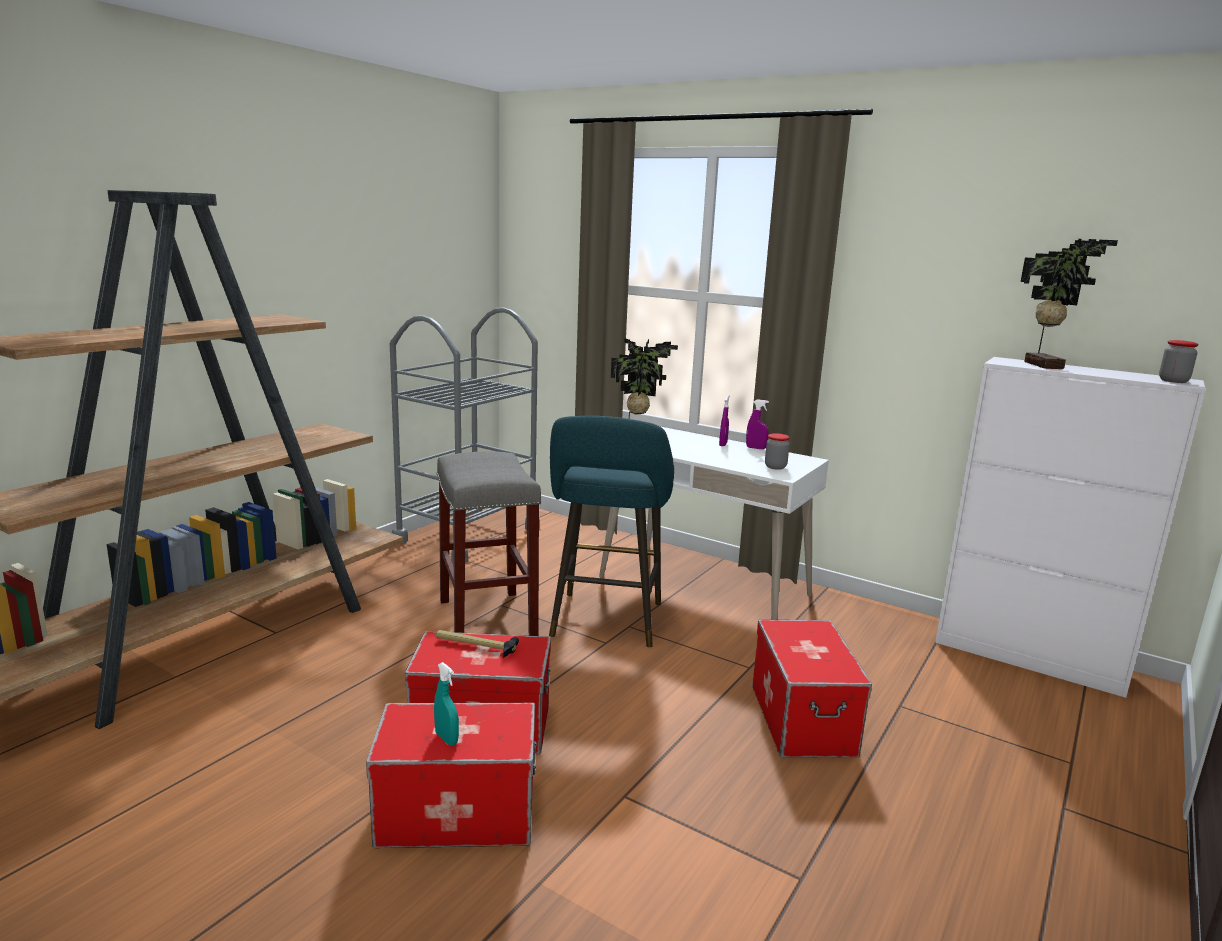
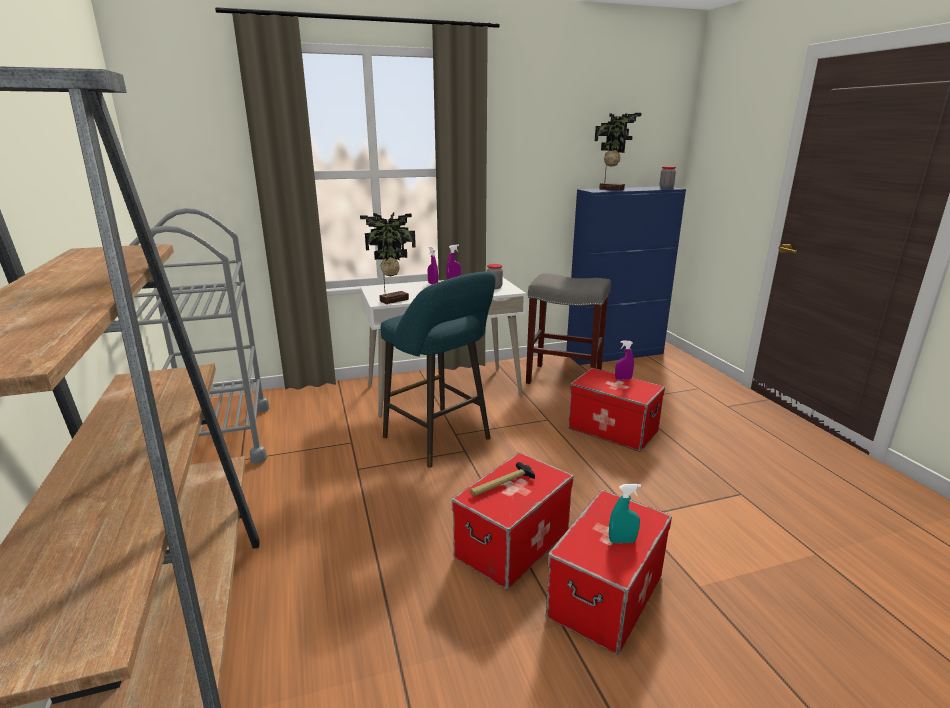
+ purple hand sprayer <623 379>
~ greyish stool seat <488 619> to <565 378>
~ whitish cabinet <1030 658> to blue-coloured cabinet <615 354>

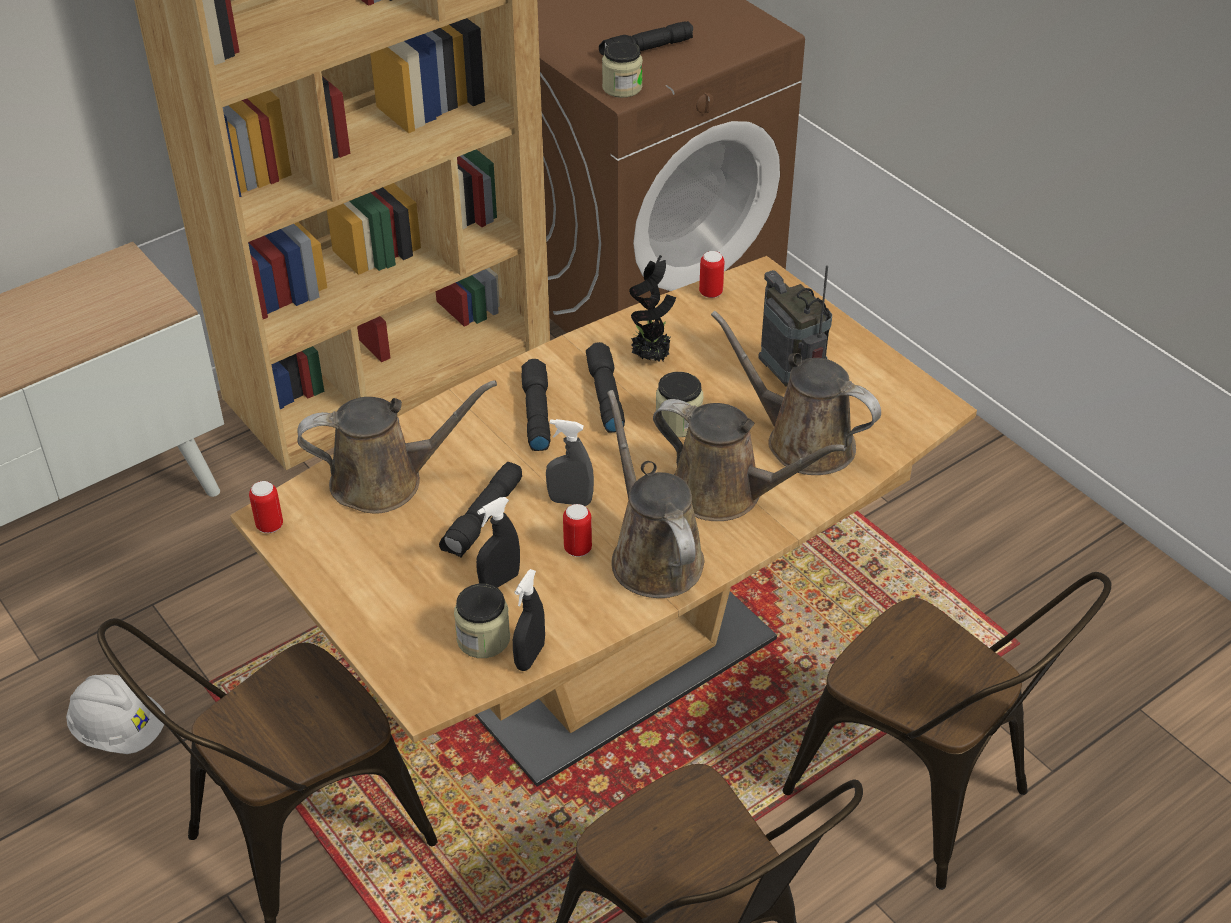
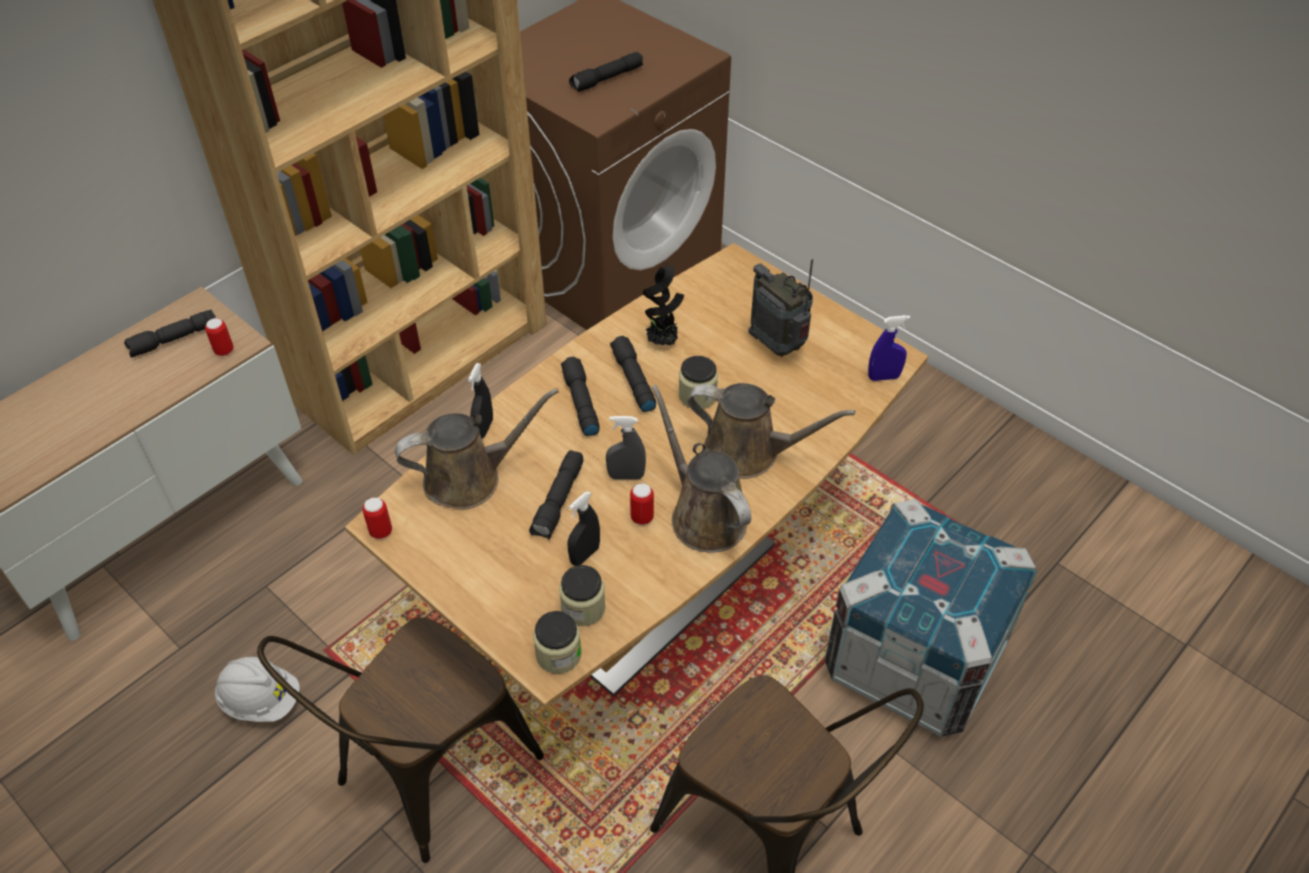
- brownish watering pot <802 441>
+ blackish hand torch <173 340>
+ blue-coloured hand sprayer <884 377>
~ blackish hand sprayer <530 656> to <484 428>
~ preserve jar <622 87> to <558 654>
~ metal can <710 293> to <224 350>
~ brownish upright chair <924 798> to crate <914 659>

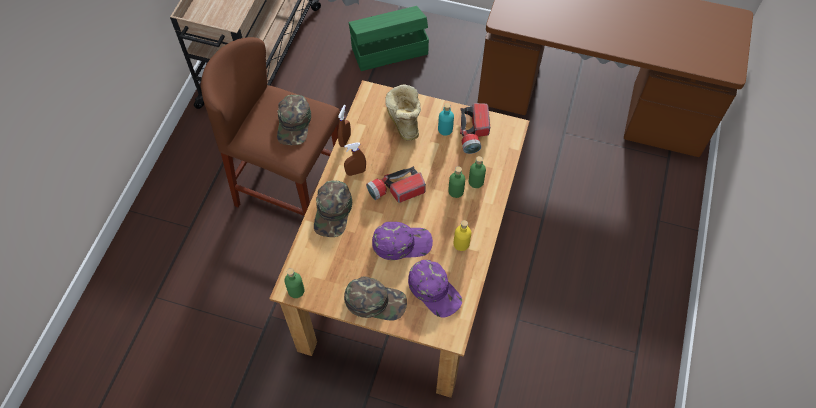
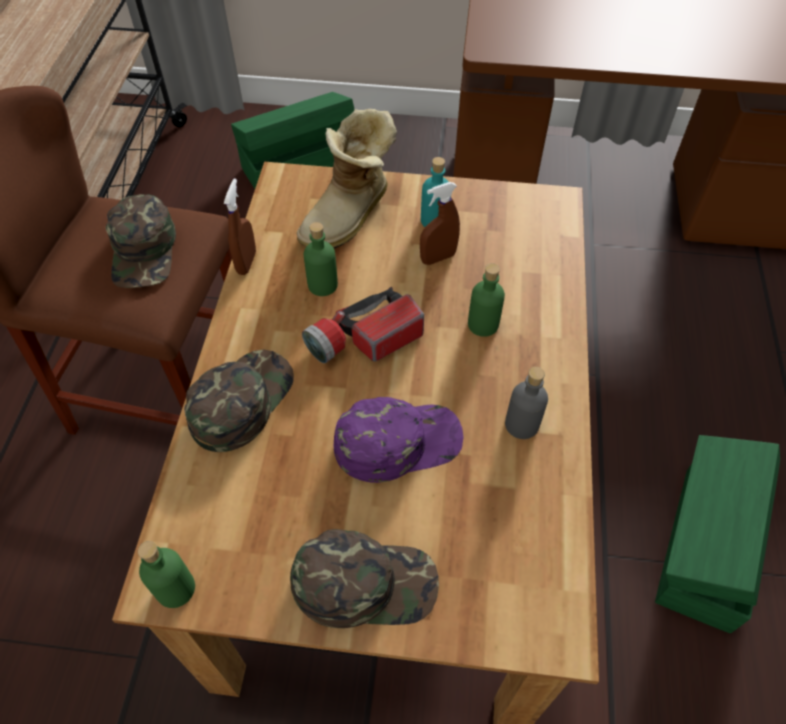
- purple baseball cap <434 290>
- hand torch <474 133>
+ green-coloured storage bin <704 547>
~ brownish hand sprayer <355 172> to <438 258>
~ green-coloured beverage bottle <476 181> to <322 285>
~ yellowish beverage bottle <461 244> to greyish beverage bottle <522 424>
~ green-coloured baseball cap <333 212> = <241 401> 150 degrees counterclockwise
~ tall boot <402 121> = <350 216> 120 degrees counterclockwise

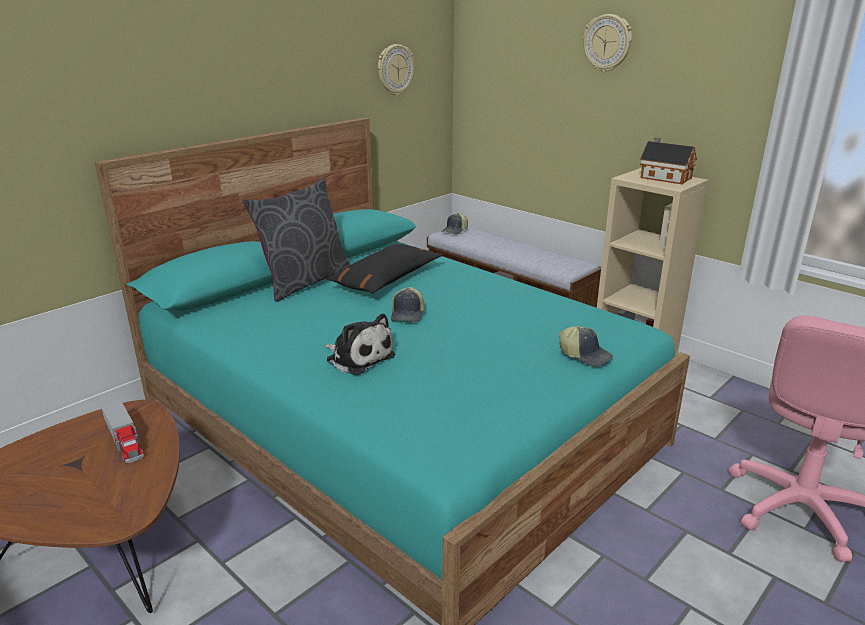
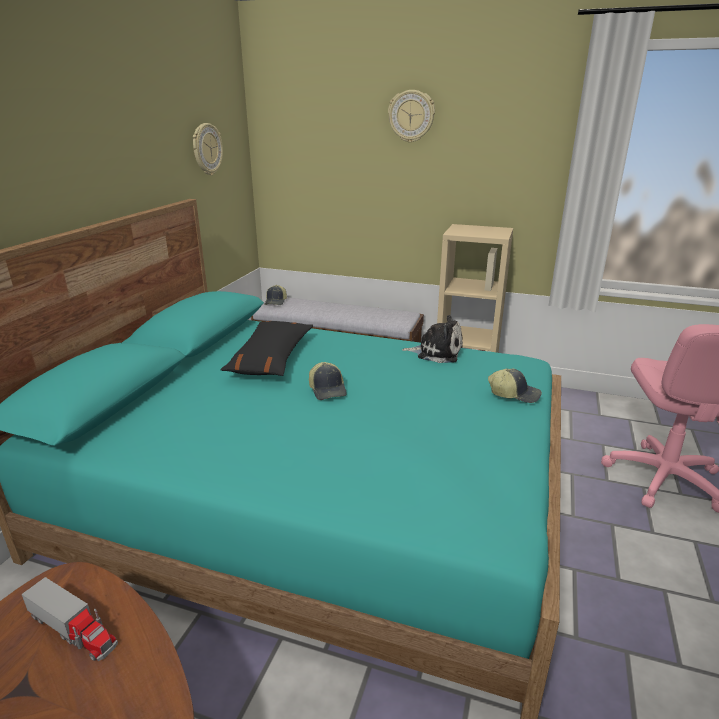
- greyish cushion <304 282>
- miniature house <664 177>
~ plush toy <358 357> to <436 352>

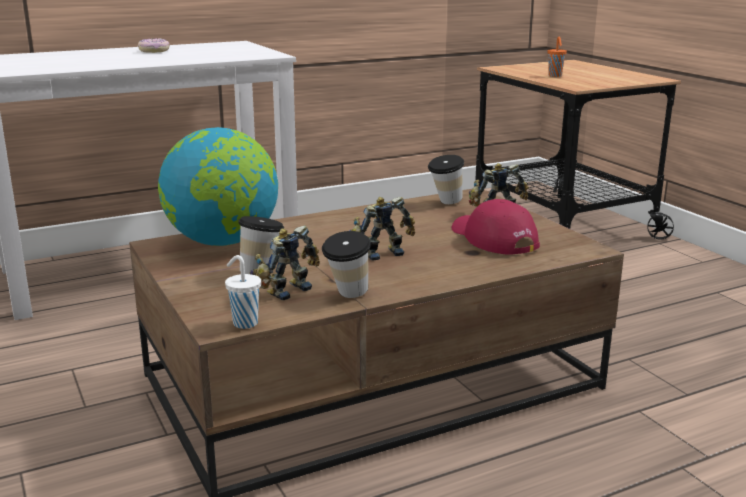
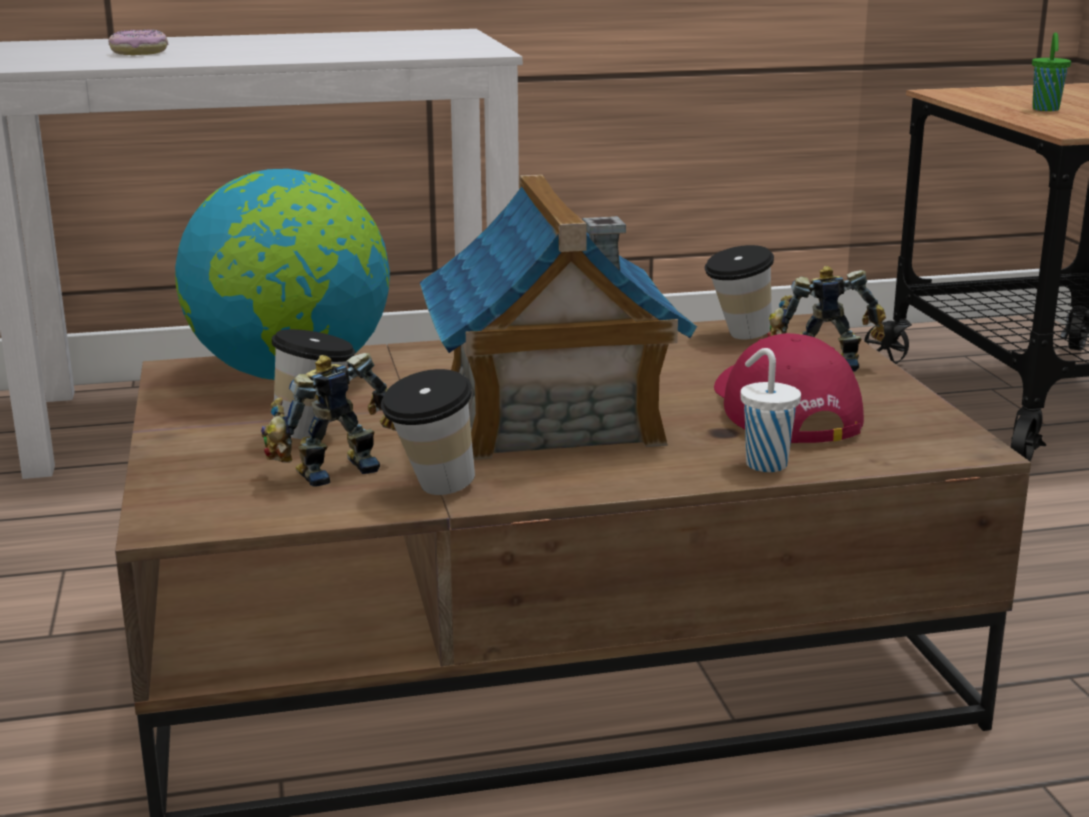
~ doughnut <154 51> to <140 52>
~ whitish small cup <244 323> to <764 464>
~ model robot <380 253> to miniature house <550 418>
~ orangey small cup <555 76> to green-coloured small cup <1045 110>

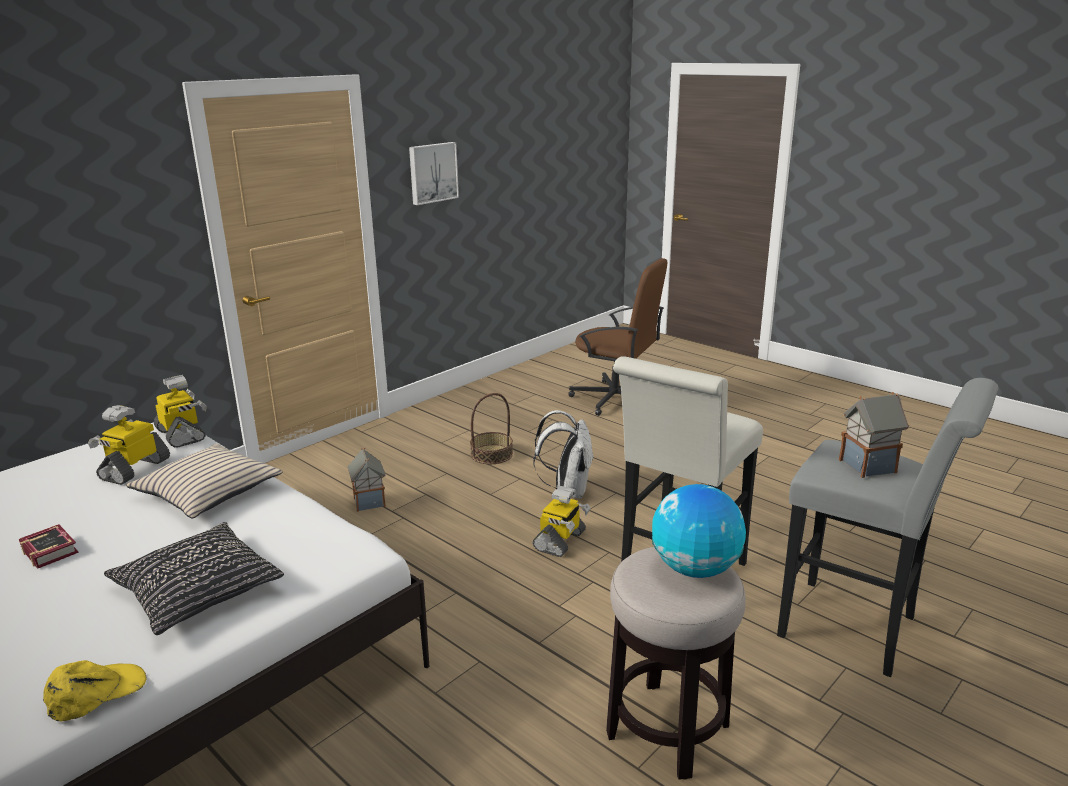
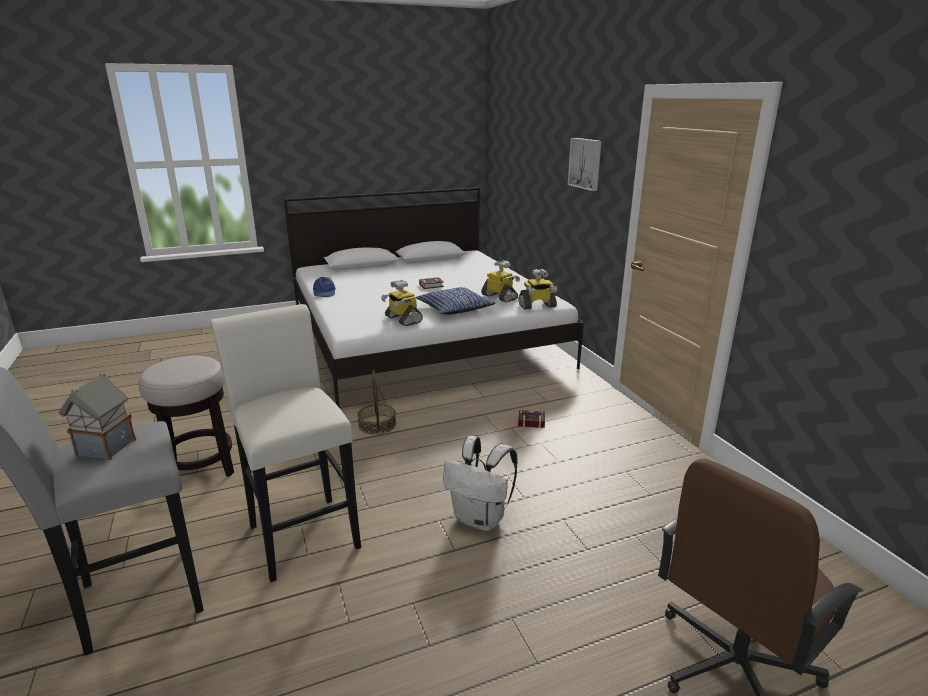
- blackish cushion <197 589>
- desk globe <694 569>
~ wall art <432 172> to <586 163>
~ storage basket <491 454> to <377 424>
~ model robot <560 541> to <402 319>
~ miniature house <369 503> to book <530 421>
~ yellowish baseball cap <96 693> to blue-coloured baseball cap <324 292>
~ beige-coloured cushion <208 492> to blue-coloured cushion <454 308>

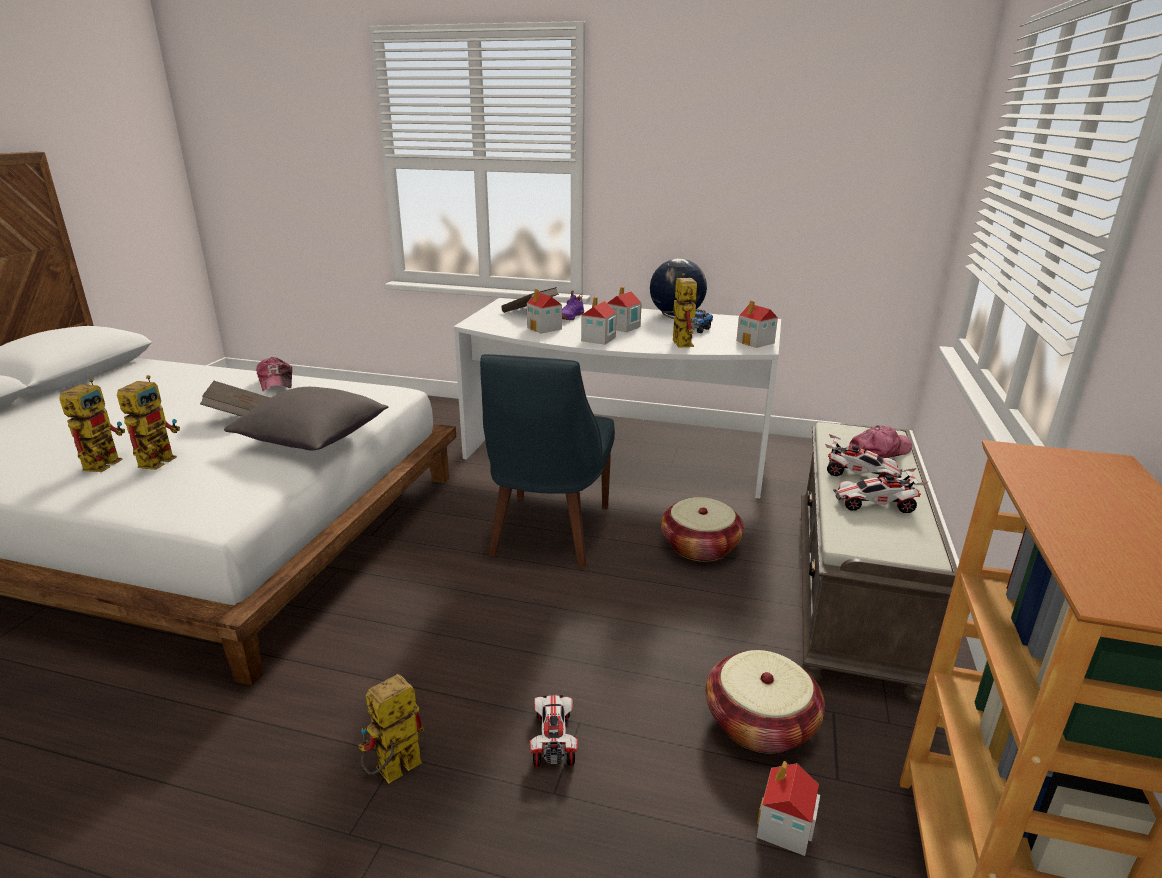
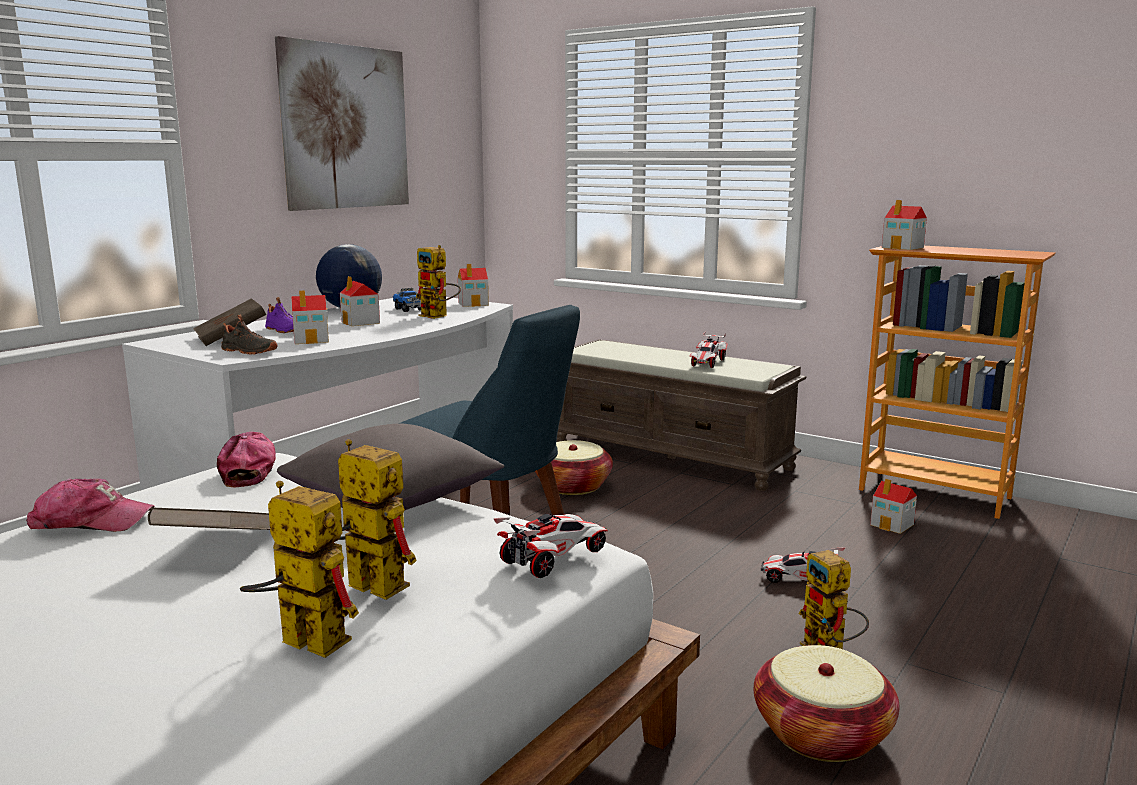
+ blackish low shoe <248 352>
+ wall art <345 127>
~ miniature house <598 339> to <903 248>
~ storage basket <759 723> to <821 733>
~ toy car <859 474> to <554 558>
~ baseball cap <878 453> to <249 470>
~ model robot <678 342> = <439 316> 150 degrees counterclockwise

